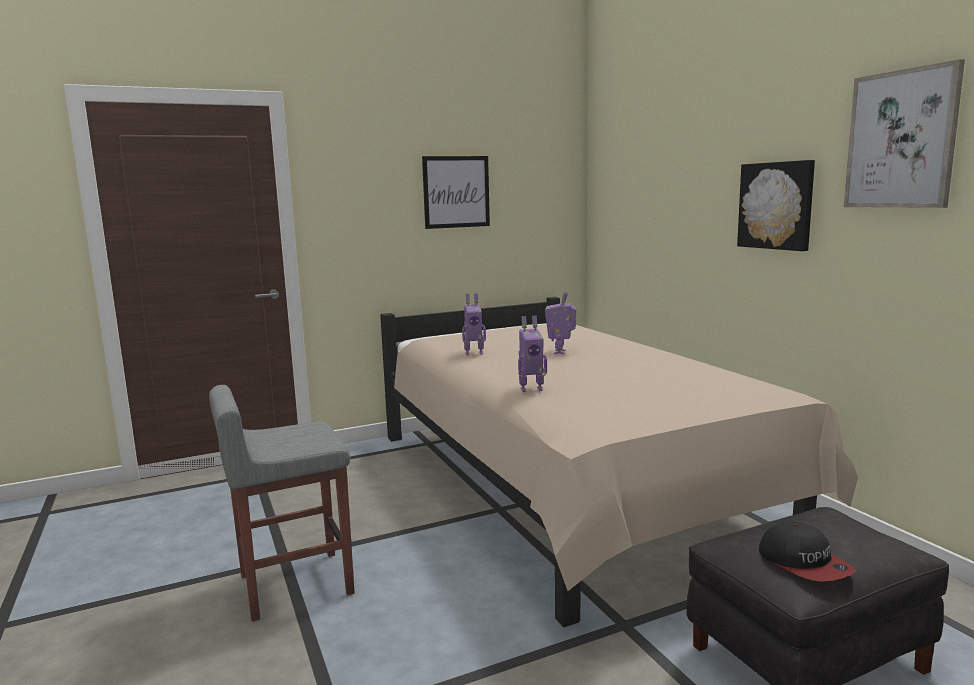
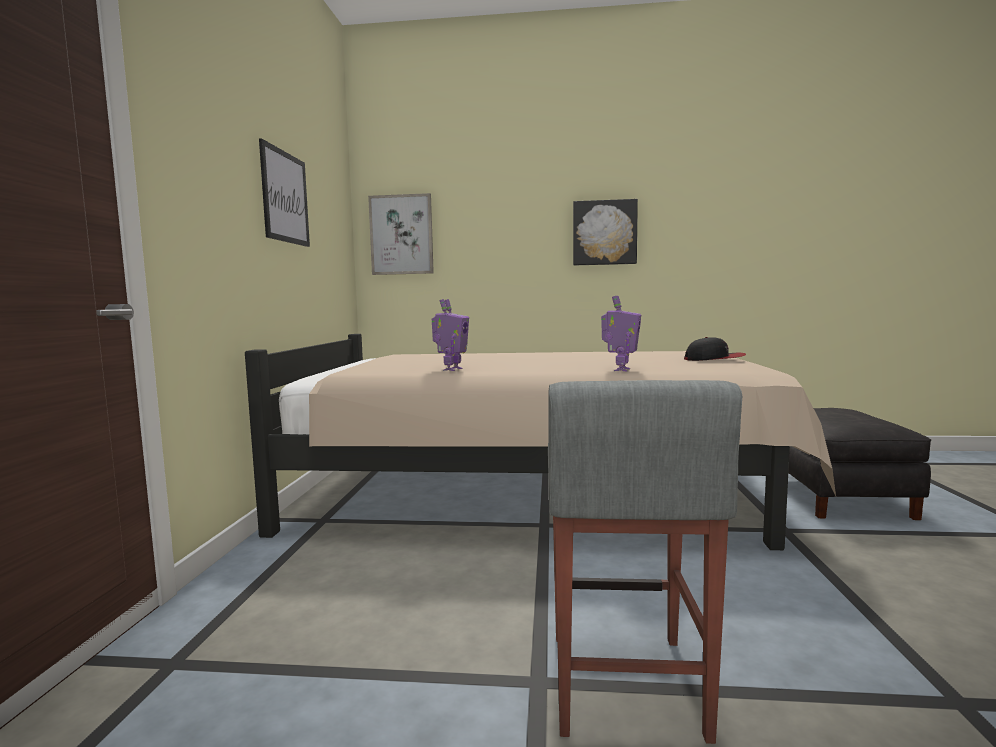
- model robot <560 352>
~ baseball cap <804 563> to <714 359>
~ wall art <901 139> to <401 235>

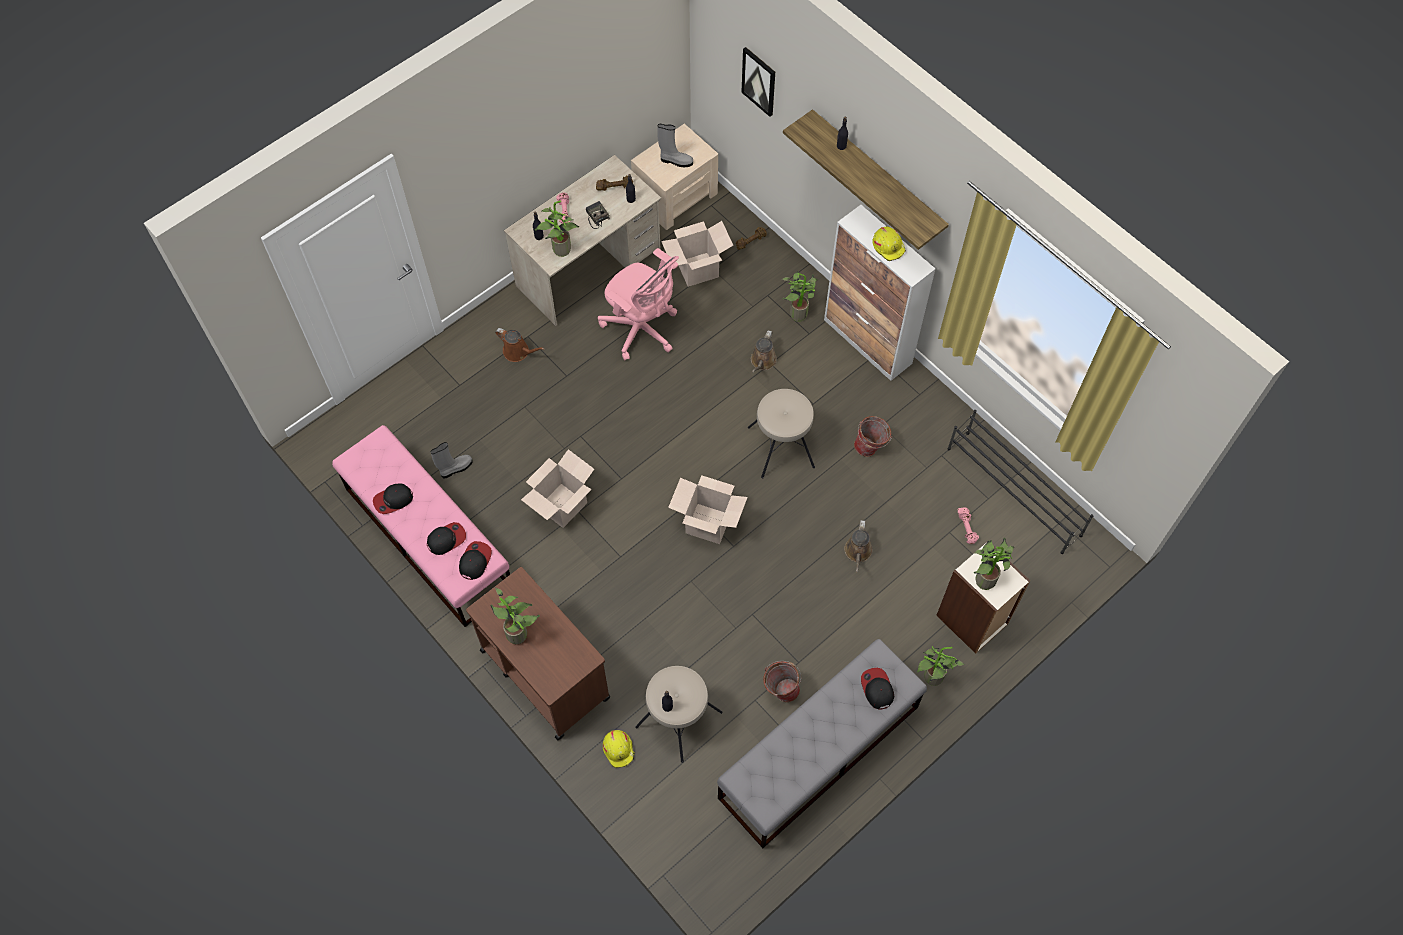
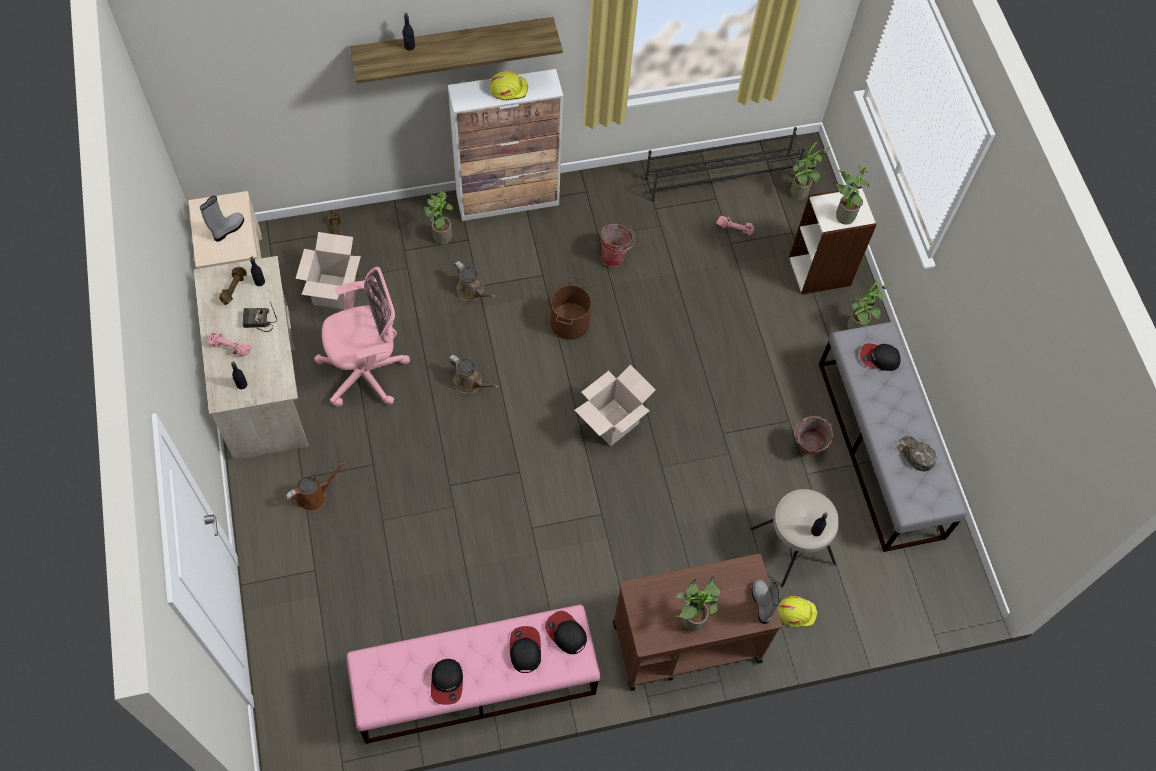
- carton <562 505>
- wall art <759 81>
+ green-coloured baseball cap <915 454>
~ greyish tall boot <455 468> to <761 604>
~ plant in a pot <560 251> to <800 195>
~ brownish watering pot <858 552> to <470 382>
~ beige-coloured stool seat <781 446> to brownish water bucket <570 322>

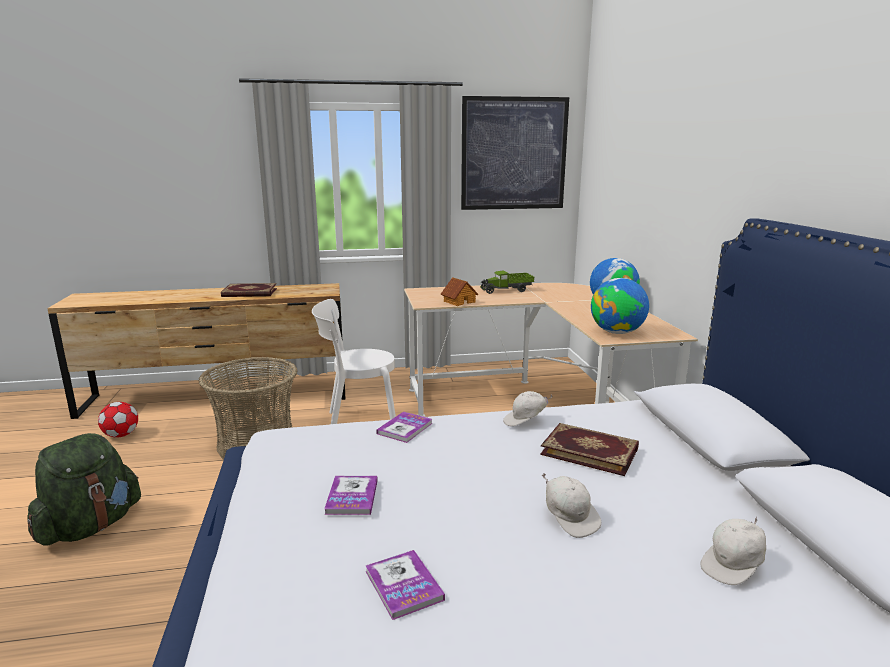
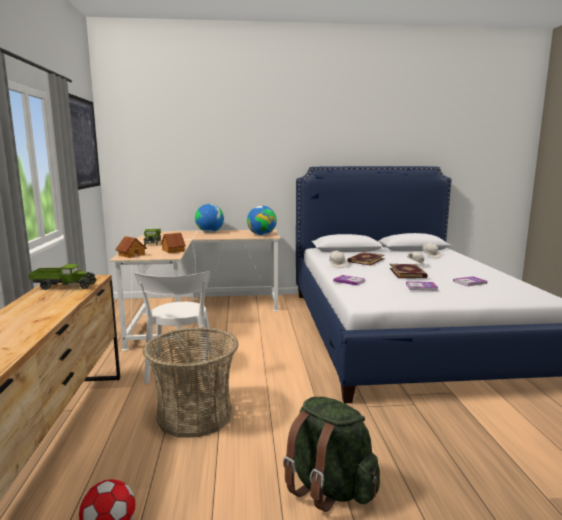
+ model truck <64 286>
+ miniature house <131 255>
~ book <249 293> to <408 273>

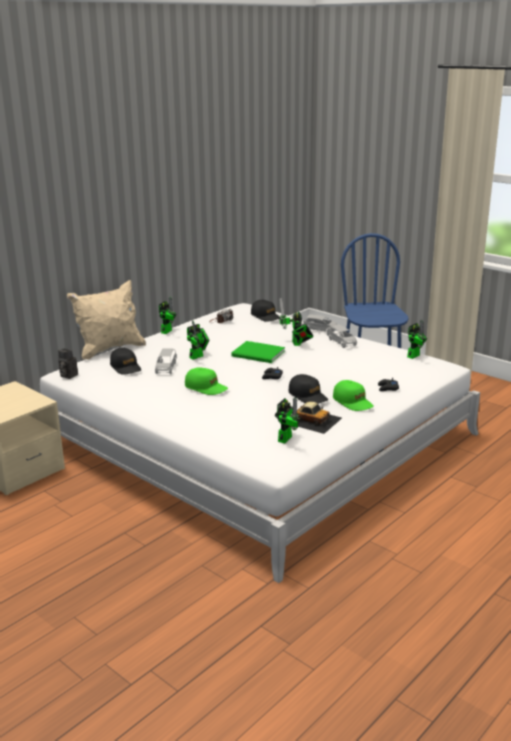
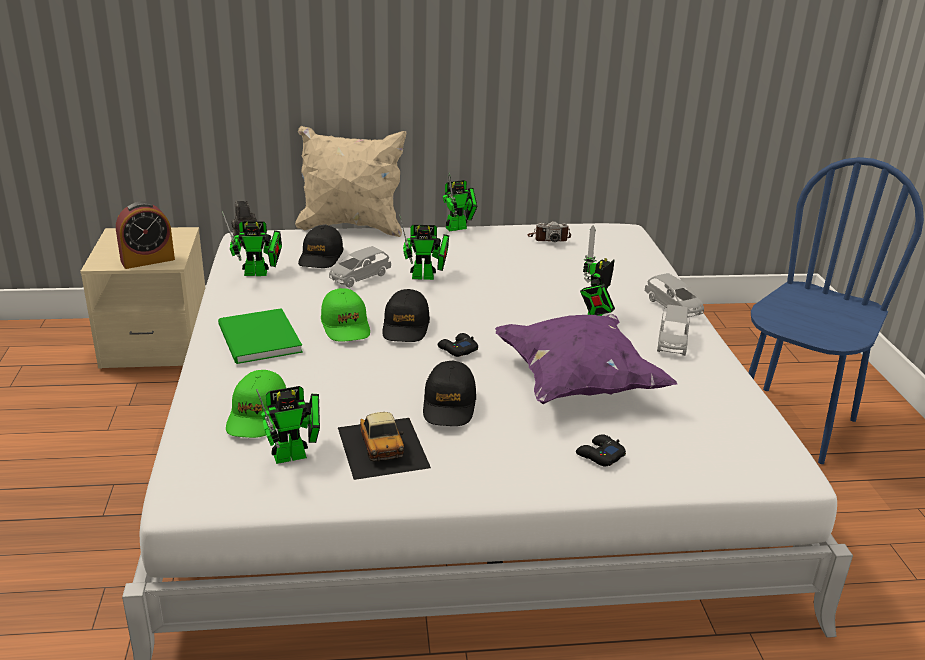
+ alarm clock <147 260>
+ purple cushion <576 383>
~ green-coloured book <259 354> to <258 340>
~ blackish baseball cap <266 316> to <406 326>
~ green-coloured baseball cap <353 402> to <257 415>
~ model robot <414 355> to <259 273>

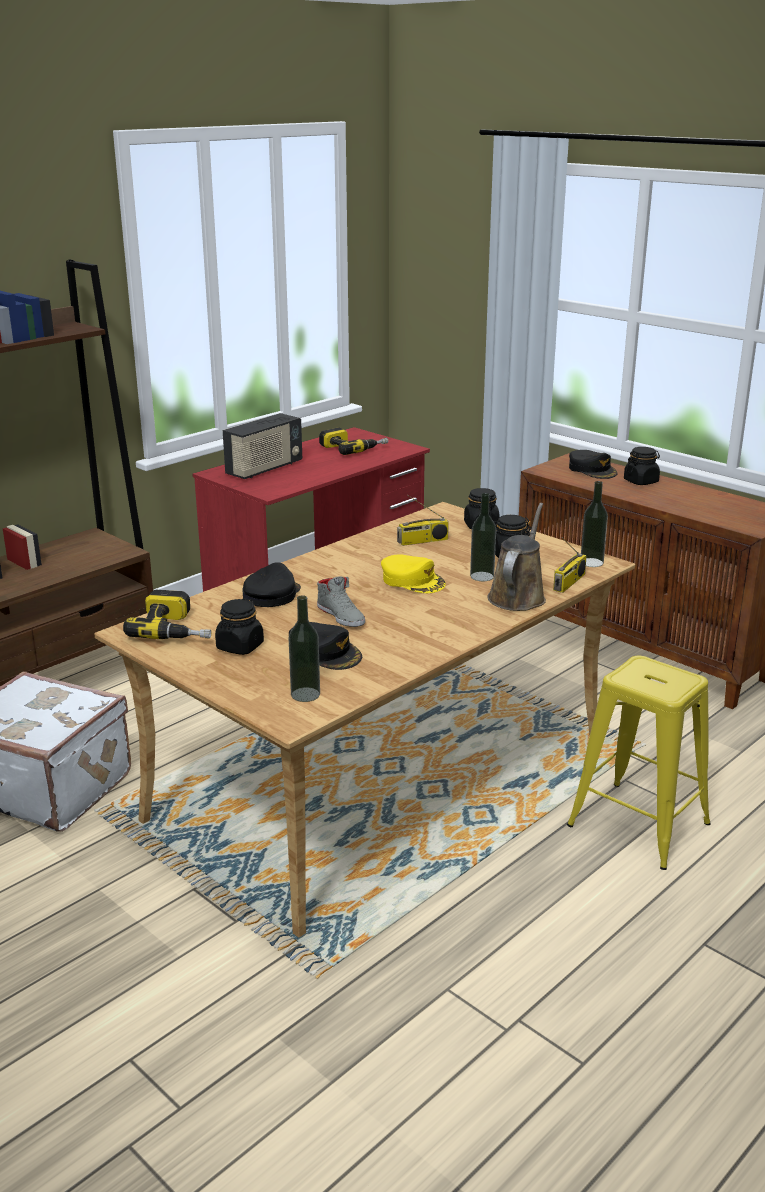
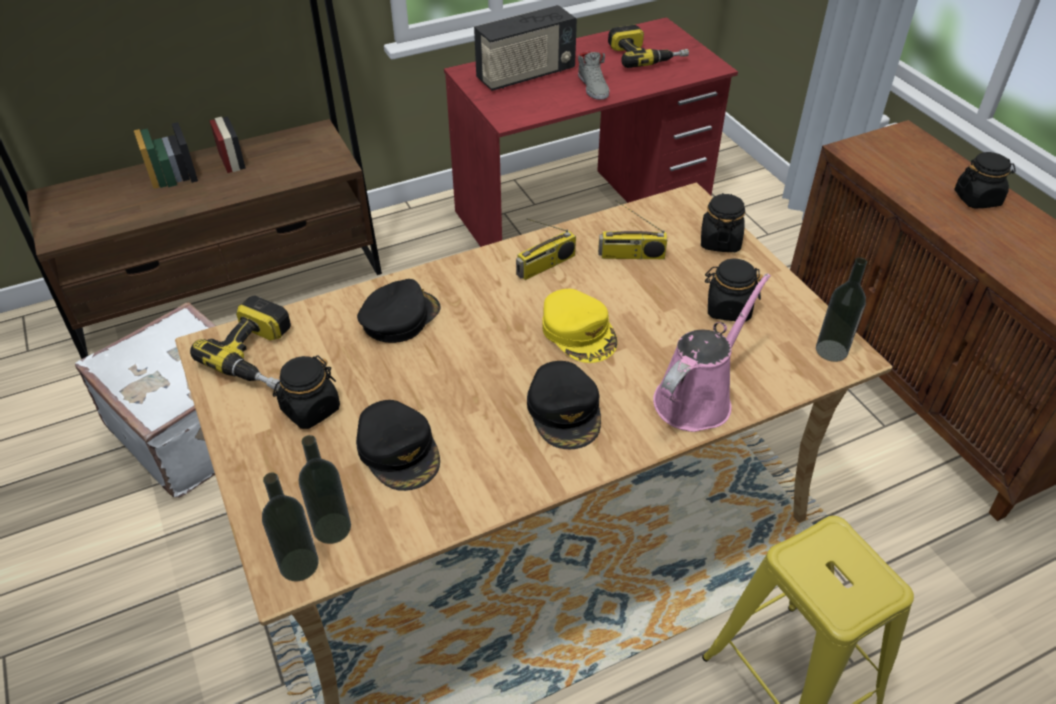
~ greyish low shoe <341 615> to <593 87>
~ beverage bottle <482 576> to <299 564>
~ radio set <569 583> to <546 266>
~ blackish baseball cap <592 470> to <565 411>
~ brownish watering pot <518 596> to pinkish watering pot <697 397>

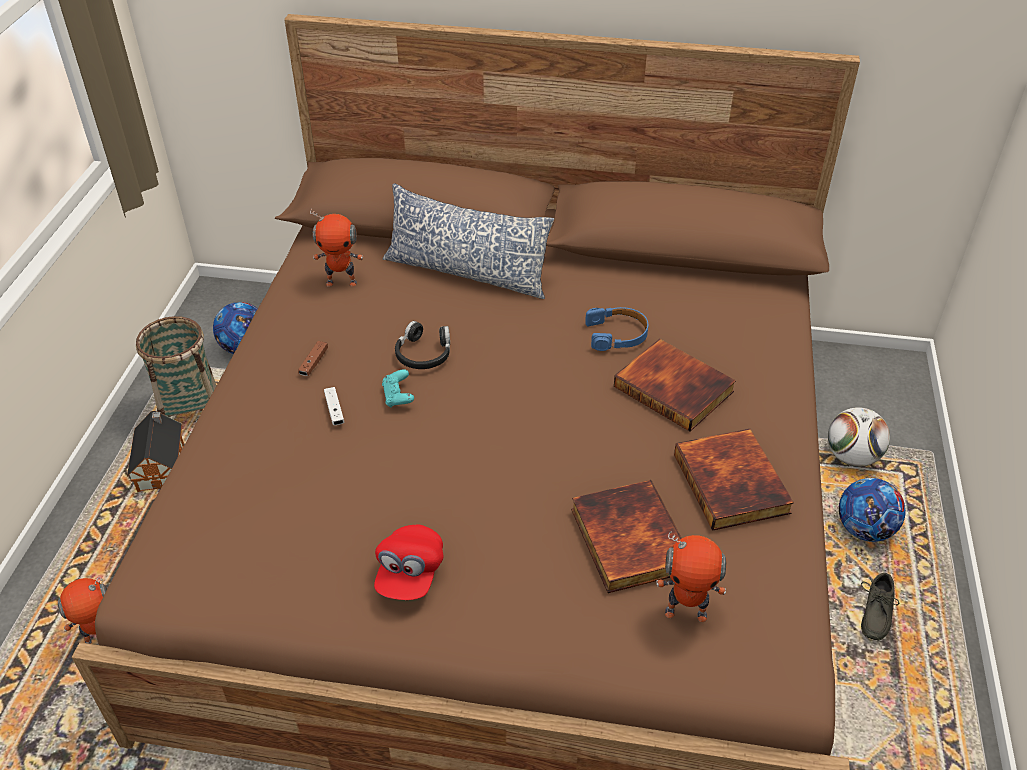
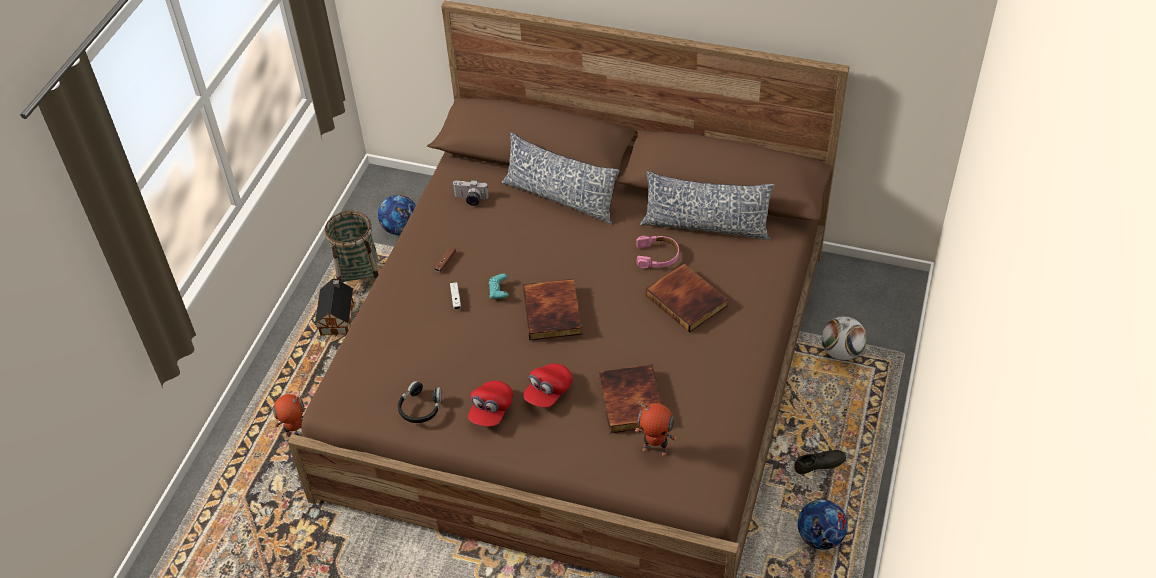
+ red-coloured baseball cap <548 392>
+ cushion <705 226>
~ blackish headphones <424 354> to <420 407>
~ book <733 483> to <554 312>
~ ball for football <864 529> to <820 537>
~ model robot <341 282> to photo camera <470 199>
~ blue-coloured headphones <617 334> to pinkish headphones <657 256>
~ greyish low shoe <873 613> = <820 466> 135 degrees counterclockwise

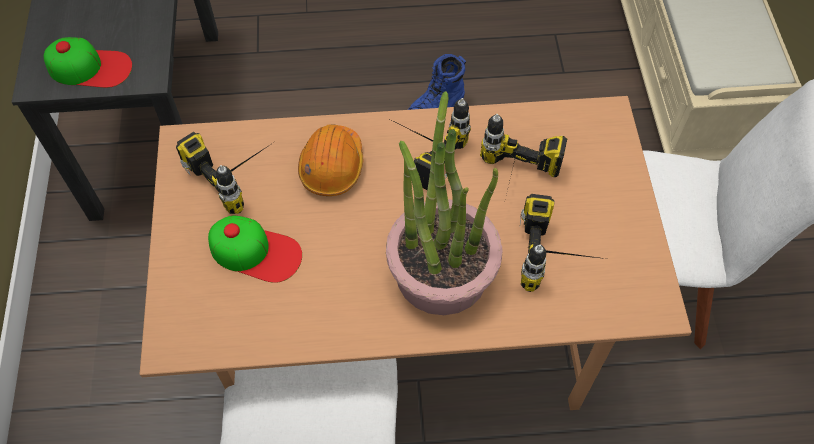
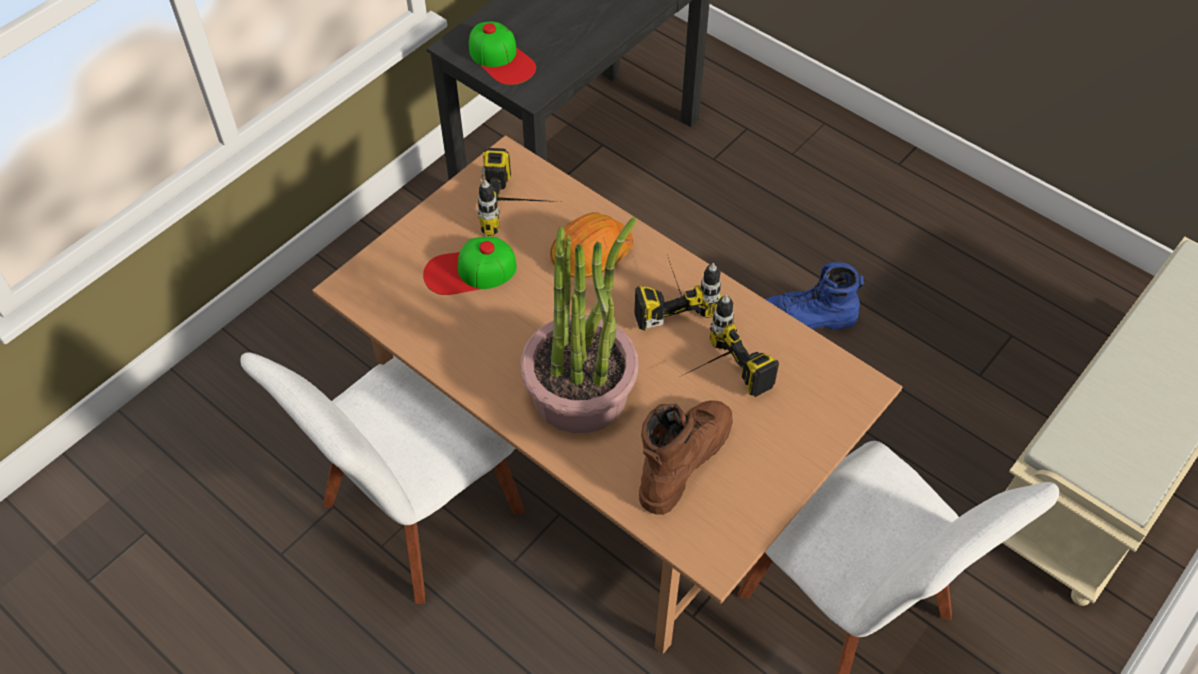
~ power drill <561 259> to brownish tall boot <683 459>
~ baseball cap <255 251> = <470 271> 105 degrees clockwise

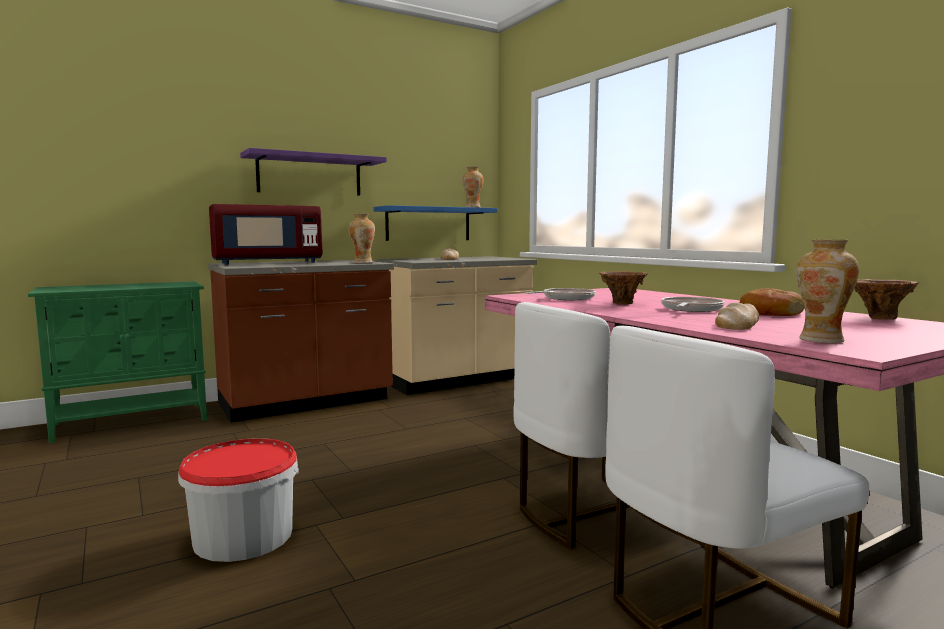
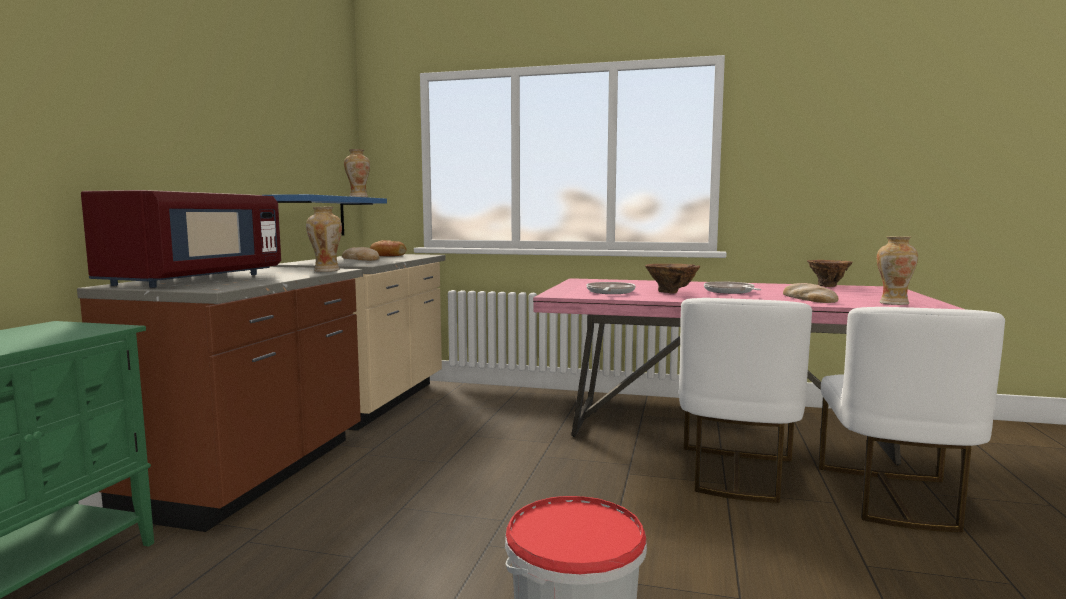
- purple wall shelf <310 175>
~ bakery bread <770 313> to <387 255>

